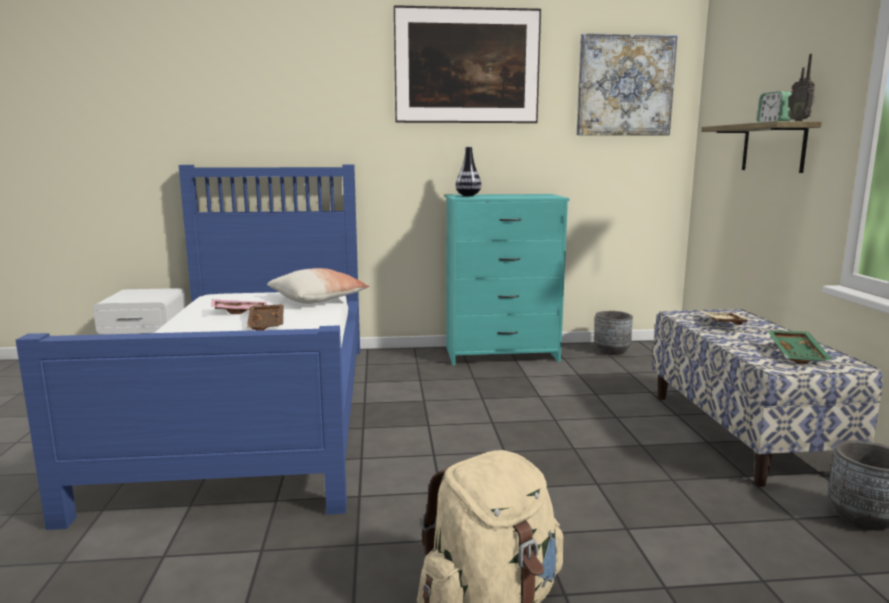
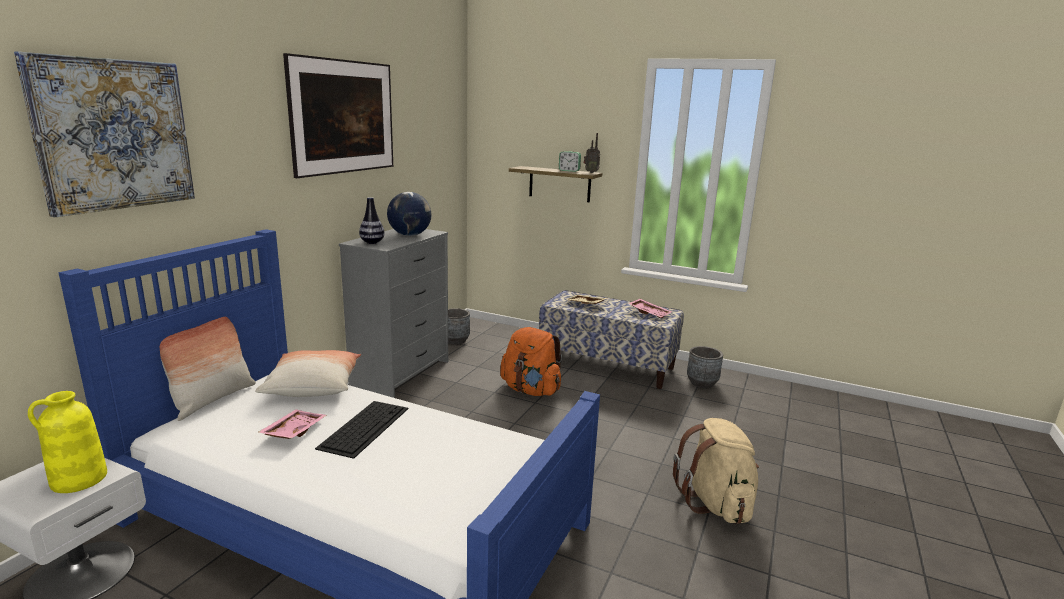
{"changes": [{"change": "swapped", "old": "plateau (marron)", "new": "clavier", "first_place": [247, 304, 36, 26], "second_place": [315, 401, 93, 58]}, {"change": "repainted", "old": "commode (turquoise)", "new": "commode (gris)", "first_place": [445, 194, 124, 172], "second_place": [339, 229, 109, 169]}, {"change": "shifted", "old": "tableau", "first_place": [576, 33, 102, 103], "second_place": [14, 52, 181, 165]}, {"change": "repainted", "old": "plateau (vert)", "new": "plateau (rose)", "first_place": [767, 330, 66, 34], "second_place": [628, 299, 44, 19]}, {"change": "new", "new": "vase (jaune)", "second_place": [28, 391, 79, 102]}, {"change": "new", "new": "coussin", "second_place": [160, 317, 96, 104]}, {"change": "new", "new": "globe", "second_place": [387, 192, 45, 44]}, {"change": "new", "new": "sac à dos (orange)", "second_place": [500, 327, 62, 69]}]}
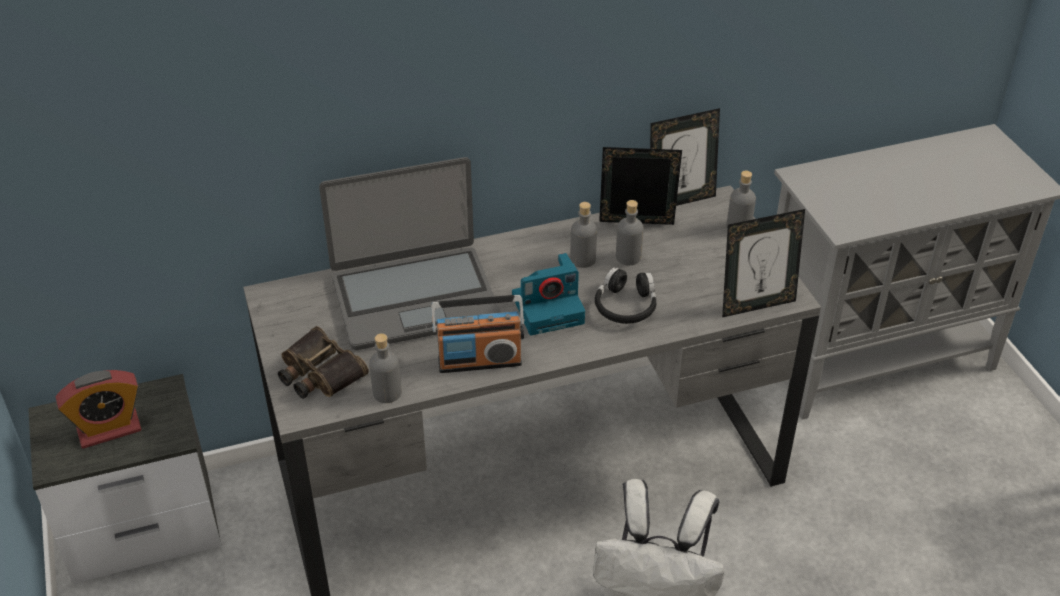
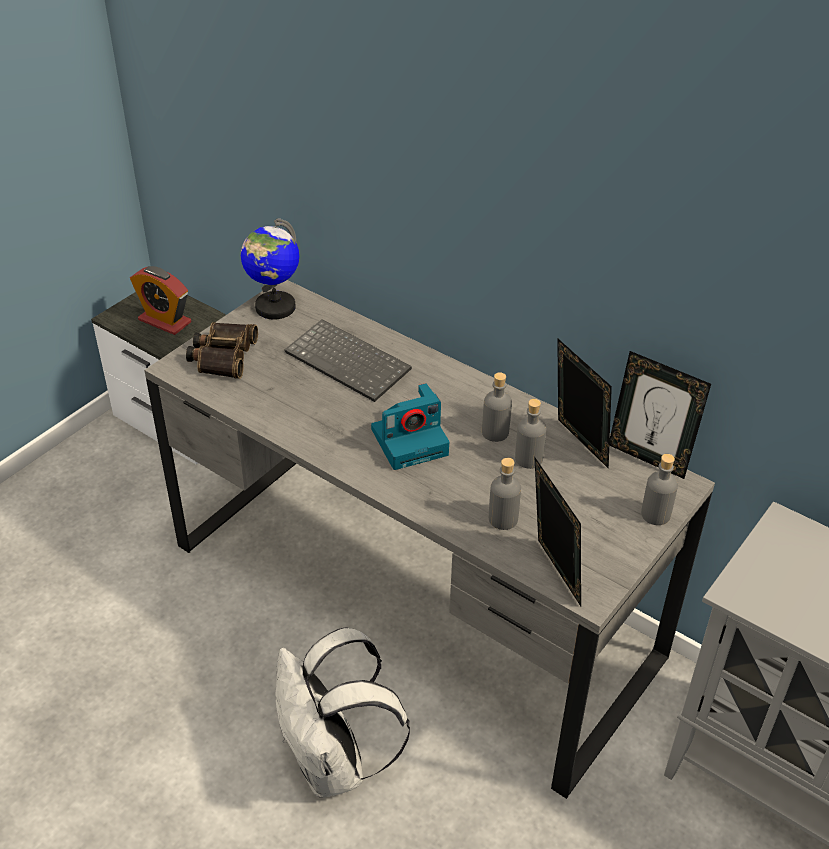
{"changes": [{"change": "swapped", "old": "ordinateur portable", "new": "clavier", "first_place": [319, 157, 182, 193], "second_place": [284, 319, 128, 83]}, {"change": "shifted", "old": "bouteille (gris)", "first_place": [369, 333, 33, 70], "second_place": [489, 458, 32, 72]}, {"change": "gone", "old": "radio", "first_place": [431, 295, 94, 78]}, {"change": "rotated", "old": "appareil photo", "first_place": [512, 253, 73, 82], "second_place": [371, 383, 78, 87], "degrees": -60}, {"change": "gone", "old": "casque audio (noir)", "first_place": [595, 267, 61, 57]}, {"change": "rotated", "old": "cadre photo", "first_place": [722, 209, 83, 108], "second_place": [535, 458, 46, 148], "degrees": -150}, {"change": "new", "new": "globe", "second_place": [241, 218, 58, 101]}]}
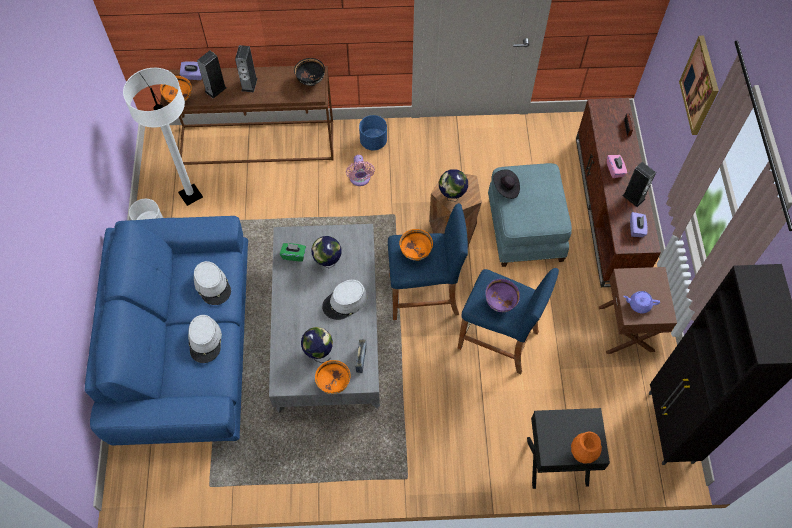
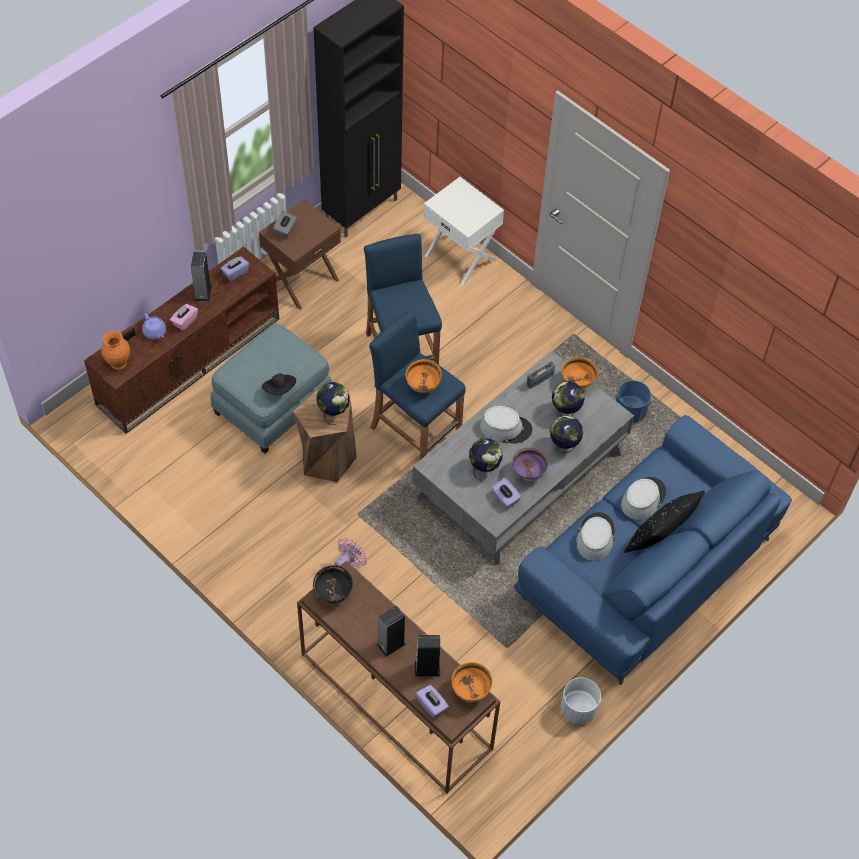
{"changes": [{"change": "gone", "old": "lampadaire (blanc)", "first_place": [123, 68, 80, 138]}, {"change": "repainted", "old": "boîte à mouchoirs (vert)", "new": "boîte à mouchoirs (violet)", "first_place": [280, 243, 26, 19], "second_place": [492, 478, 29, 31]}, {"change": "shifted", "old": "cache-pot (bleu)", "first_place": [359, 115, 28, 35], "second_place": [616, 380, 35, 43]}, {"change": "shifted", "old": "bol (violet)", "first_place": [485, 279, 35, 33], "second_place": [512, 447, 36, 34]}, {"change": "repainted", "old": "table de chevet (noir)", "new": "table de chevet (blanc)", "first_place": [527, 408, 83, 81], "second_place": [424, 177, 80, 109]}, {"change": "shifted", "old": "vase (orange)", "first_place": [571, 431, 31, 33], "second_place": [101, 331, 29, 39]}, {"change": "shifted", "old": "théière (violet)", "first_place": [623, 291, 37, 22], "second_place": [142, 313, 24, 26]}, {"change": "gone", "old": "tableau", "first_place": [679, 36, 40, 99]}, {"change": "new", "new": "boîte à mouchoirs (gris)", "second_place": [273, 211, 24, 27]}, {"change": "new", "new": "globe", "second_place": [550, 416, 33, 37]}, {"change": "new", "new": "coussin (noir)", "second_place": [624, 491, 81, 62]}]}
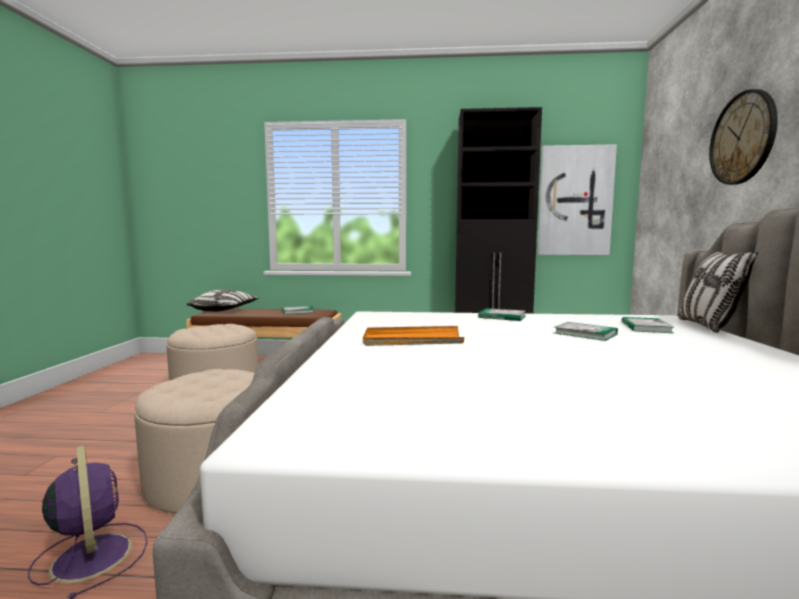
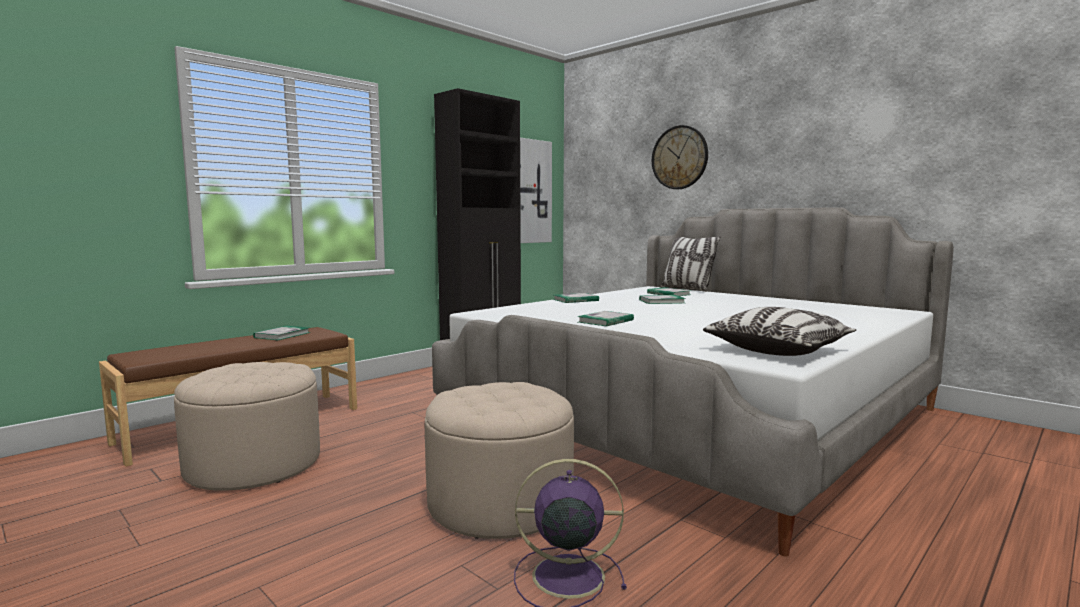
{"changes": [{"change": "shifted", "old": "coussin", "first_place": [186, 290, 73, 21], "second_place": [703, 307, 153, 49]}, {"change": "swapped", "old": "plateau (orange)", "new": "livre", "first_place": [363, 326, 101, 20], "second_place": [577, 311, 57, 15]}]}
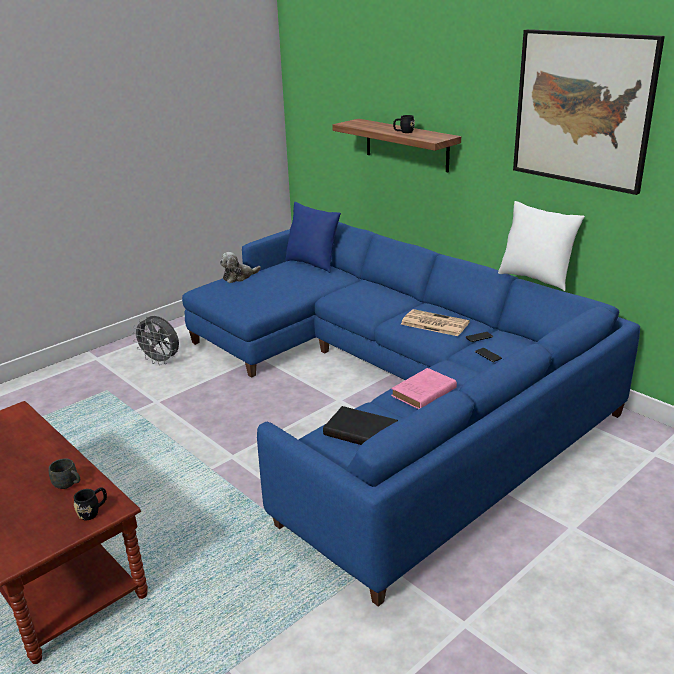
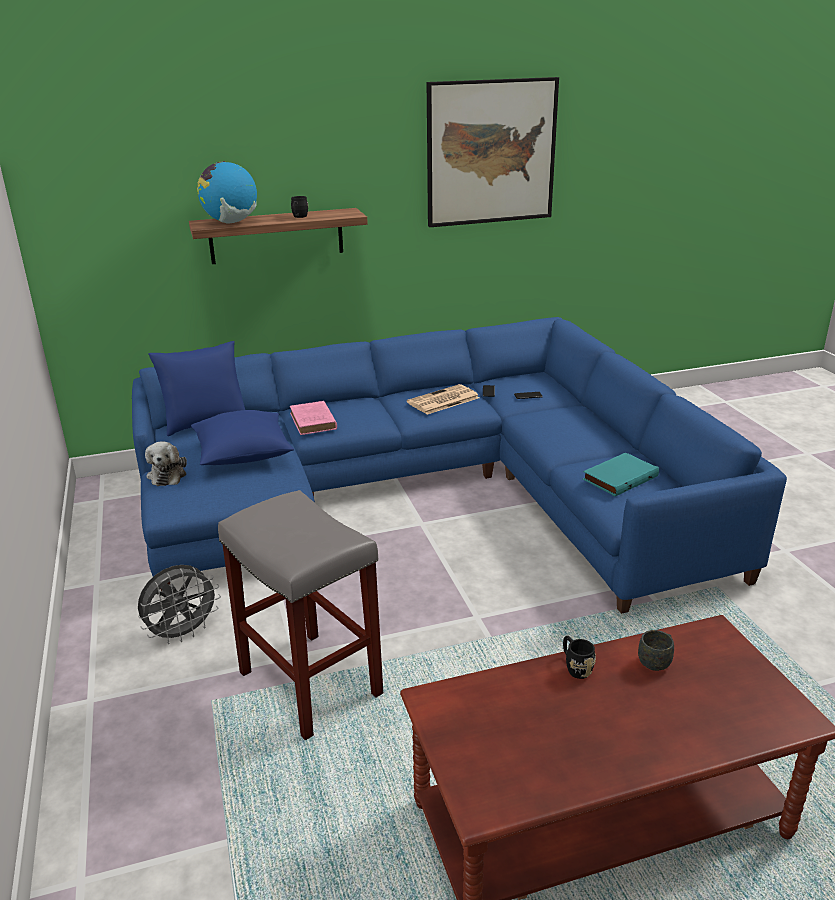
{"changes": [{"change": "shifted", "old": "mug (noir)", "first_place": [74, 487, 33, 33], "second_place": [563, 636, 33, 43]}, {"change": "repainted", "old": "livre (noir)", "new": "livre (turquoise)", "first_place": [323, 406, 75, 39], "second_place": [583, 453, 76, 43]}, {"change": "shifted", "old": "livre (rose)", "first_place": [391, 368, 66, 41], "second_place": [290, 401, 47, 34]}, {"change": "gone", "old": "coussin (blanc)", "first_place": [498, 201, 87, 90]}, {"change": "new", "new": "coussin (bleu)", "second_place": [191, 410, 103, 55]}, {"change": "new", "new": "globe", "second_place": [197, 161, 60, 63]}, {"change": "new", "new": "tabouret (gris)", "second_place": [218, 490, 165, 251]}]}
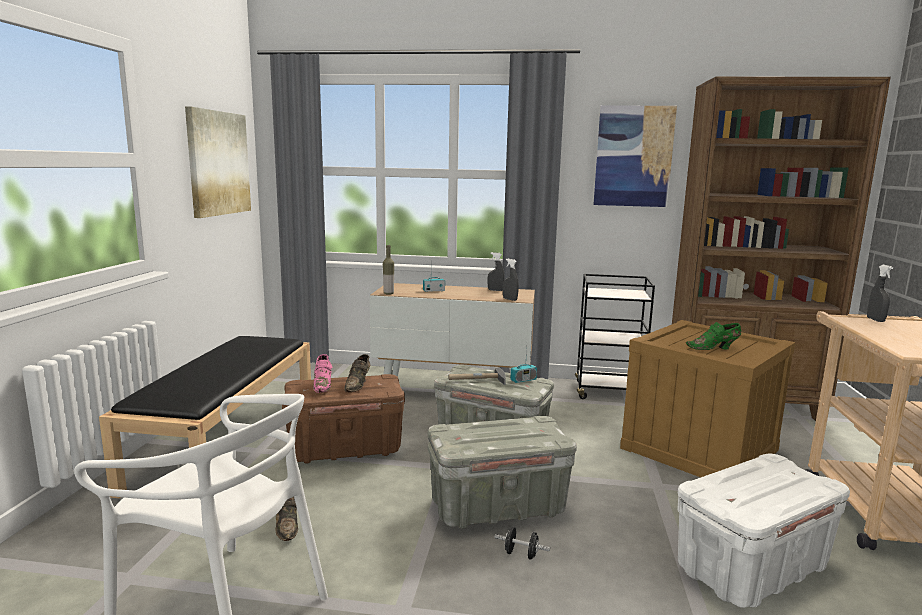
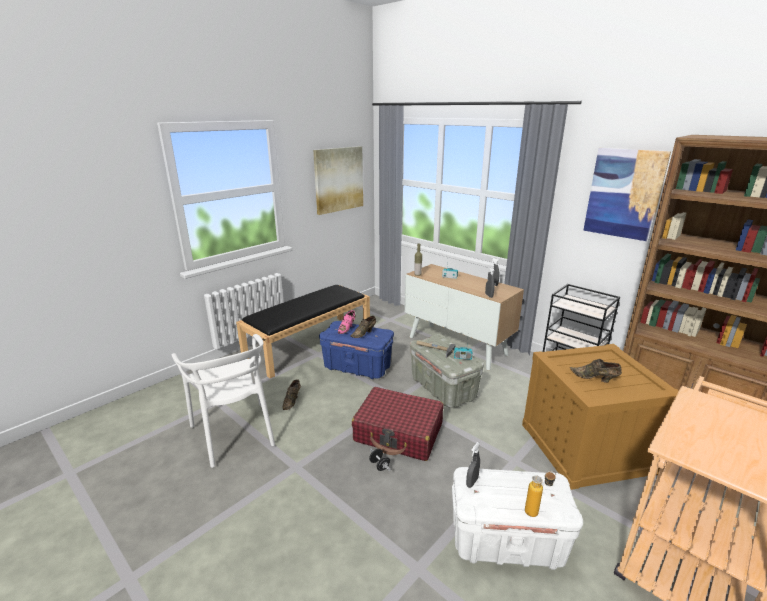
{"changes": [{"change": "repainted", "old": "boîte de rangement (marron)", "new": "boîte de rangement (bleu)", "first_place": [282, 374, 123, 90], "second_place": [319, 321, 75, 58]}, {"change": "swapped", "old": "boîte de rangement (gris)", "new": "valise (rouge)", "first_place": [428, 416, 149, 113], "second_place": [352, 387, 92, 74]}, {"change": "repainted", "old": "chaussure (vert)", "new": "chaussure (marron)", "first_place": [686, 322, 55, 28], "second_place": [570, 359, 52, 24]}, {"change": "shifted", "old": "vaporisateur (gris)", "first_place": [867, 265, 26, 57], "second_place": [466, 442, 14, 46]}, {"change": "new", "new": "bouteille", "second_place": [525, 471, 31, 46]}]}
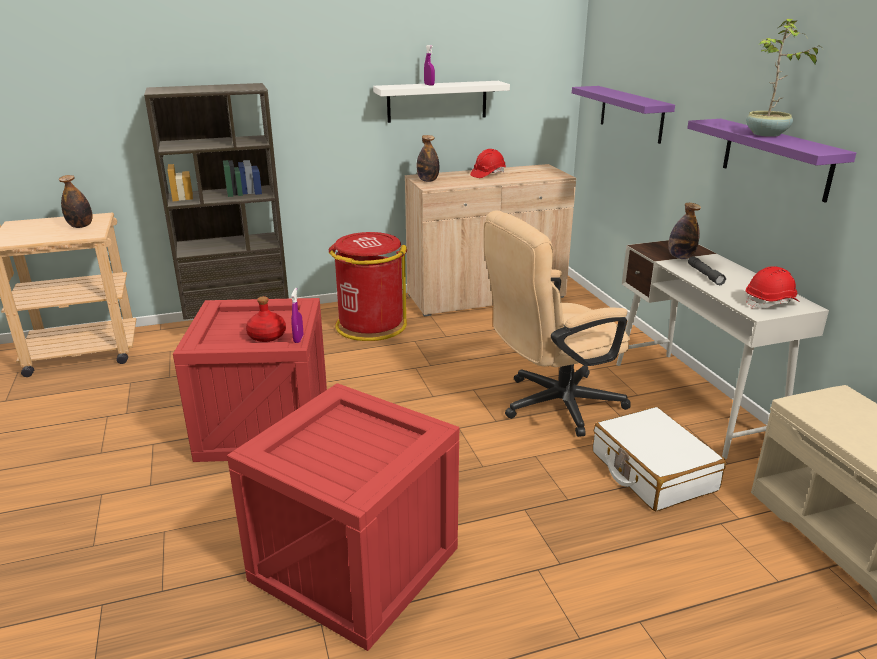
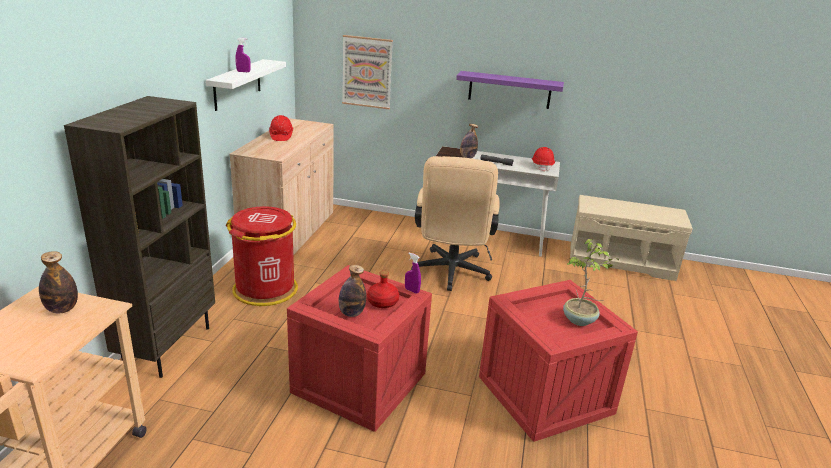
{"changes": [{"change": "shifted", "old": "bouteille", "first_place": [417, 135, 22, 47], "second_place": [339, 265, 27, 52]}, {"change": "swapped", "old": "étagère (violet)", "new": "tableau", "first_place": [572, 86, 103, 58], "second_place": [342, 35, 51, 74]}, {"change": "gone", "old": "valise (blanc)", "first_place": [593, 407, 133, 104]}, {"change": "shifted", "old": "plante en pot", "first_place": [746, 18, 75, 119], "second_place": [563, 239, 56, 87]}]}
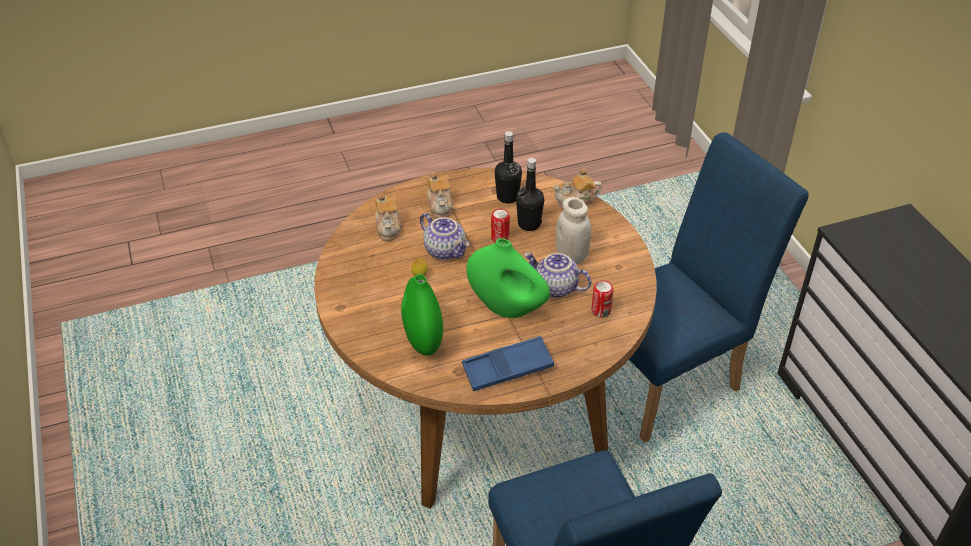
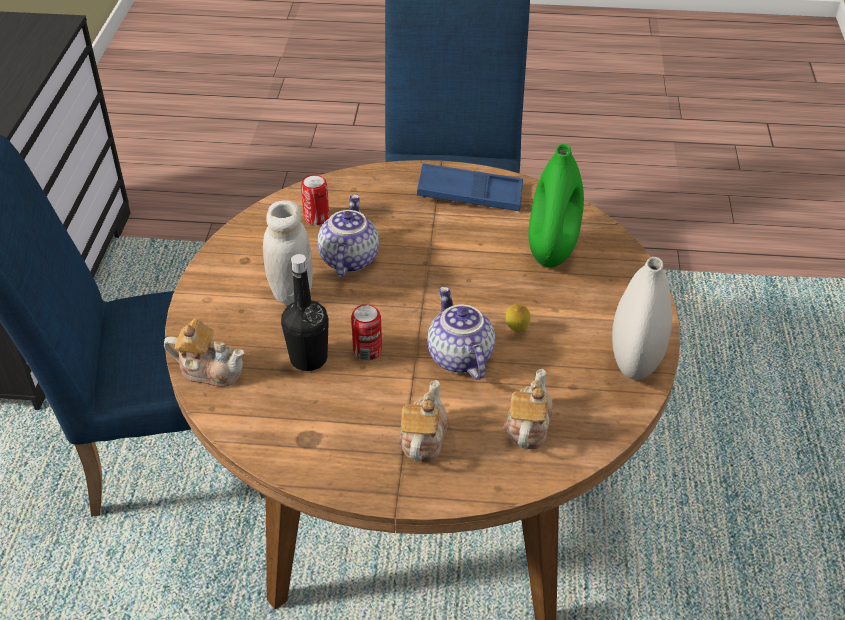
{"changes": [{"change": "gone", "old": "vase (vert)", "first_place": [466, 238, 84, 80]}, {"change": "gone", "old": "bouteille (noir)", "first_place": [495, 131, 27, 73]}, {"change": "rotated", "old": "théière", "first_place": [524, 252, 67, 46], "second_place": [318, 194, 61, 83], "degrees": -135}, {"change": "new", "new": "vase (blanc)", "second_place": [612, 257, 60, 123]}]}
